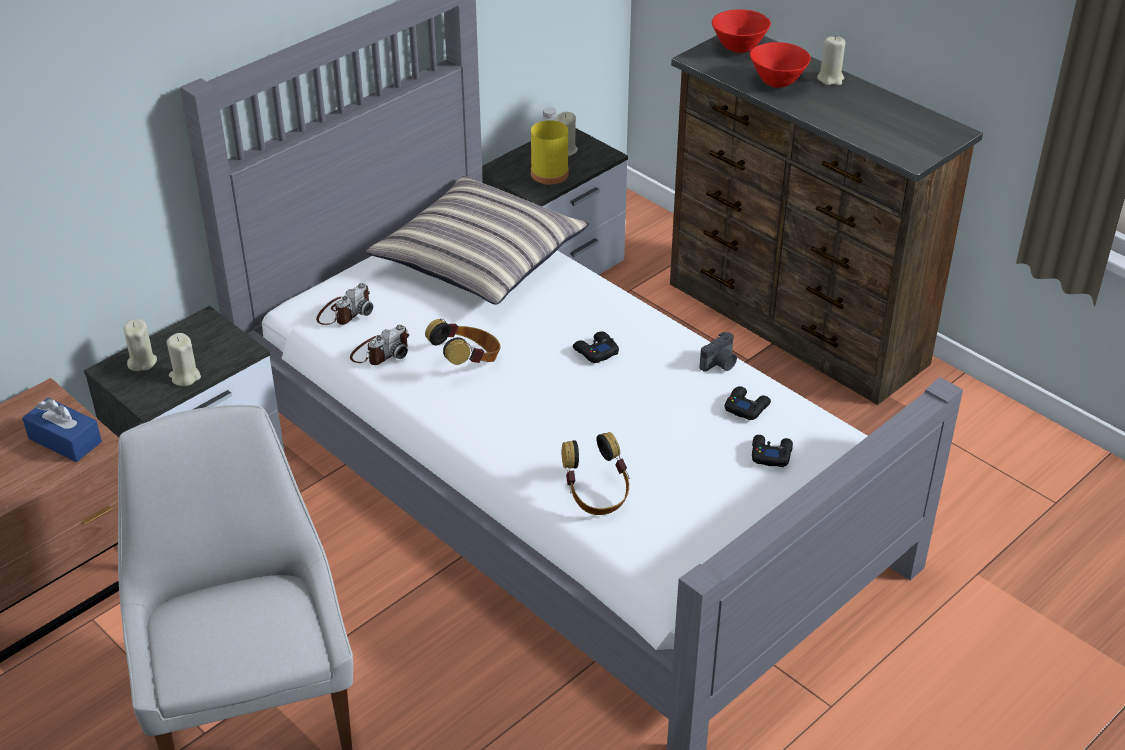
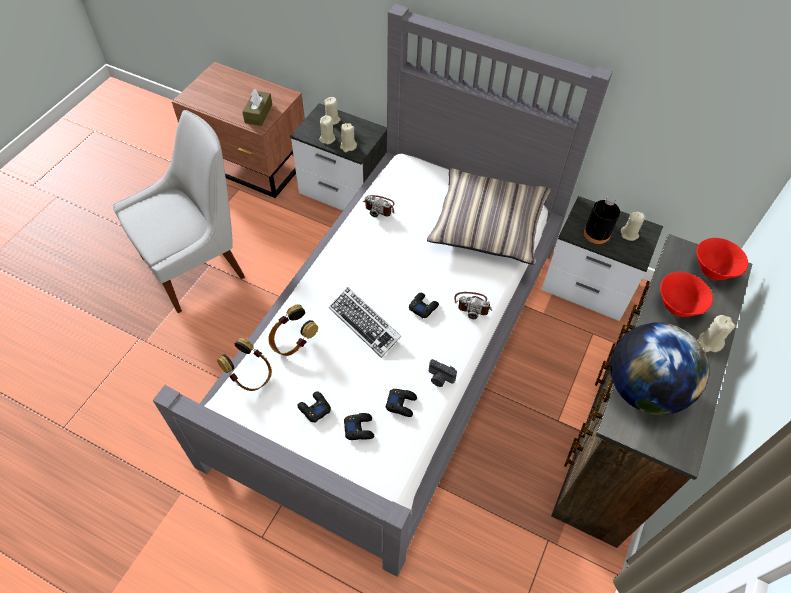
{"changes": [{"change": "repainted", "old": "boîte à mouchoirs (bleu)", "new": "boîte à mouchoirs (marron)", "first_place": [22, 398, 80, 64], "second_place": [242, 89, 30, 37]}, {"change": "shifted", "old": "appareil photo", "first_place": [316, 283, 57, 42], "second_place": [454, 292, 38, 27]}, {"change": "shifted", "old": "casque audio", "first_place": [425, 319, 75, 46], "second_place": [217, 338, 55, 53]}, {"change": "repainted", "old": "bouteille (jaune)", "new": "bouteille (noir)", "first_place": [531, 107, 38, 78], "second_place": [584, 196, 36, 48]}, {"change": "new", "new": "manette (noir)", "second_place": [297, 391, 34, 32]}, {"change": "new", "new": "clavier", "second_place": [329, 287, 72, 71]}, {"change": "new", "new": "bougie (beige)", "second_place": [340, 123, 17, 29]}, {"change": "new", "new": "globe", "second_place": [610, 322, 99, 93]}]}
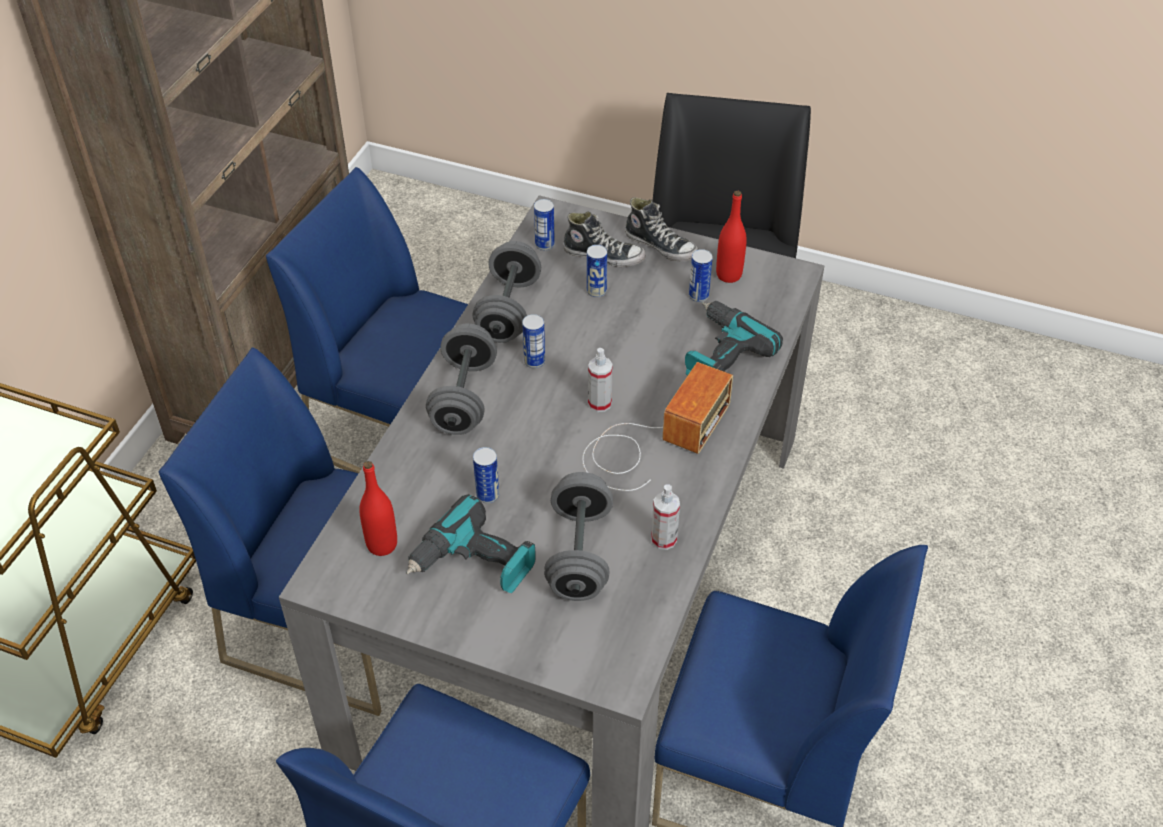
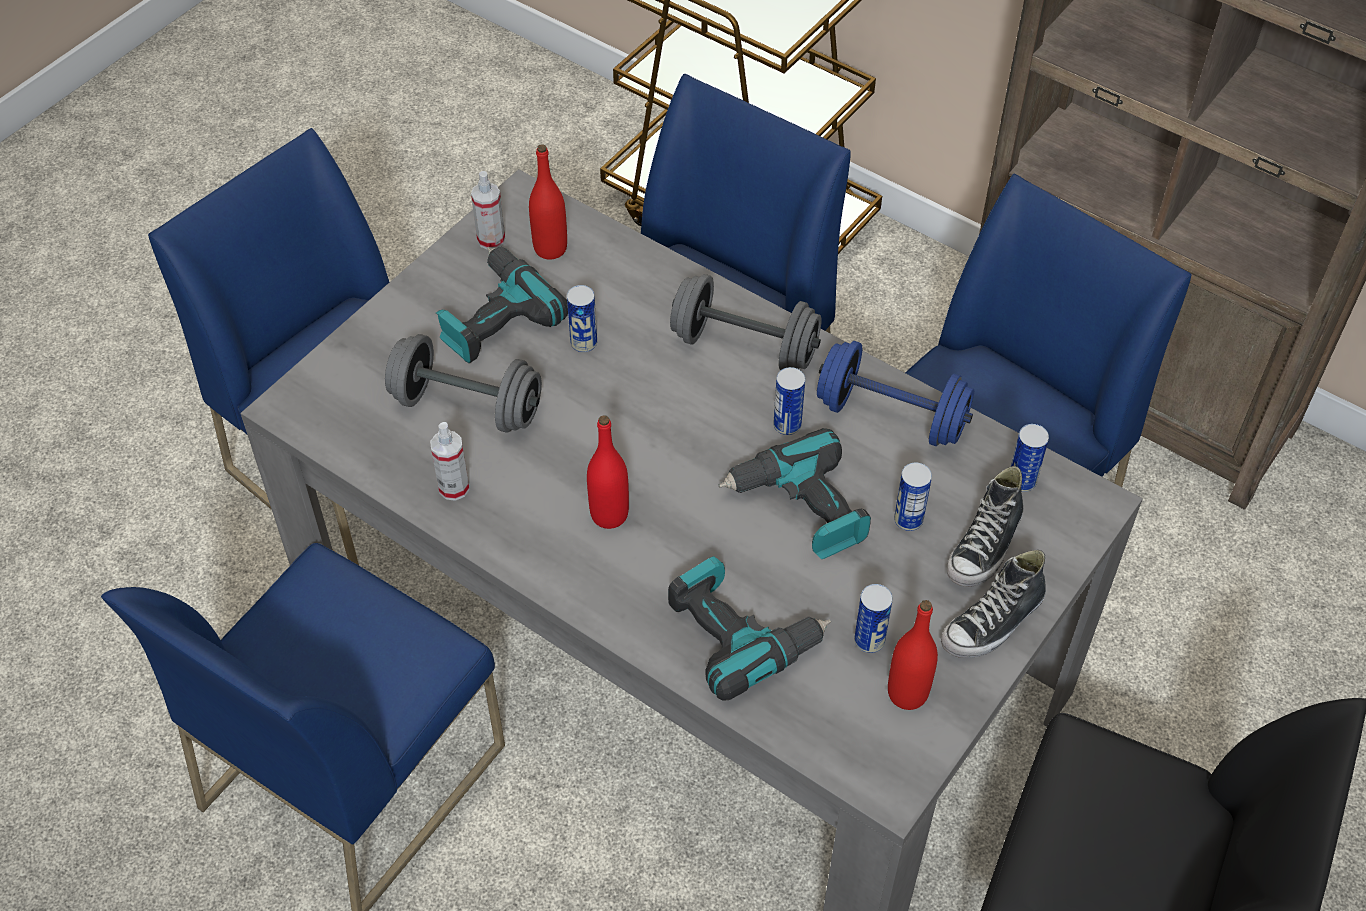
{"changes": [{"change": "repainted", "old": "haltère (gris)", "new": "haltère (bleu)", "first_place": [473, 241, 68, 102], "second_place": [817, 341, 157, 105]}, {"change": "swapped", "old": "radio", "new": "bouteille (rouge)", "first_place": [582, 362, 151, 129], "second_place": [587, 415, 42, 114]}, {"change": "shifted", "old": "vaporisateur", "first_place": [588, 348, 25, 64], "second_place": [471, 171, 34, 79]}, {"change": "new", "new": "perceuse", "second_place": [719, 428, 152, 131]}]}
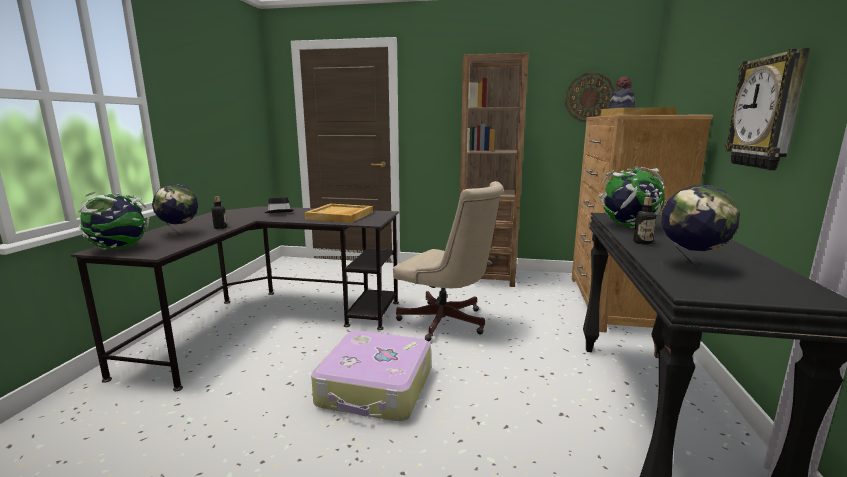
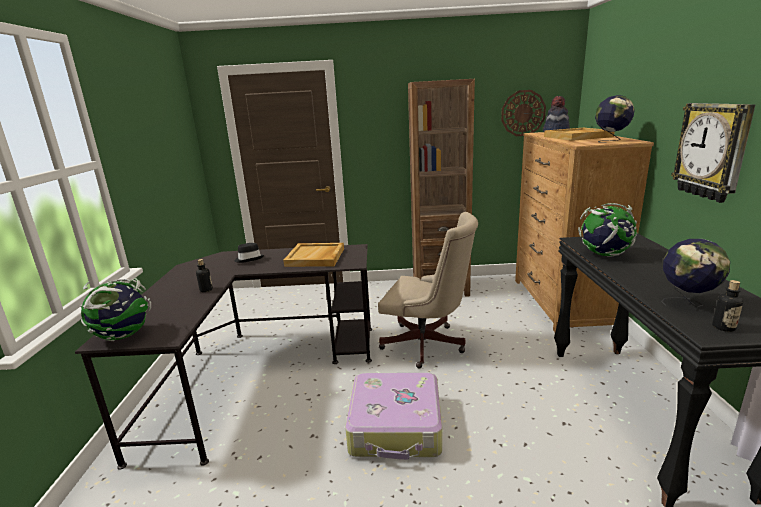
{"changes": [{"change": "shifted", "old": "globe", "first_place": [152, 184, 46, 53], "second_place": [595, 95, 40, 48]}, {"change": "shifted", "old": "bouteille", "first_place": [633, 197, 23, 48], "second_place": [712, 280, 31, 52]}]}
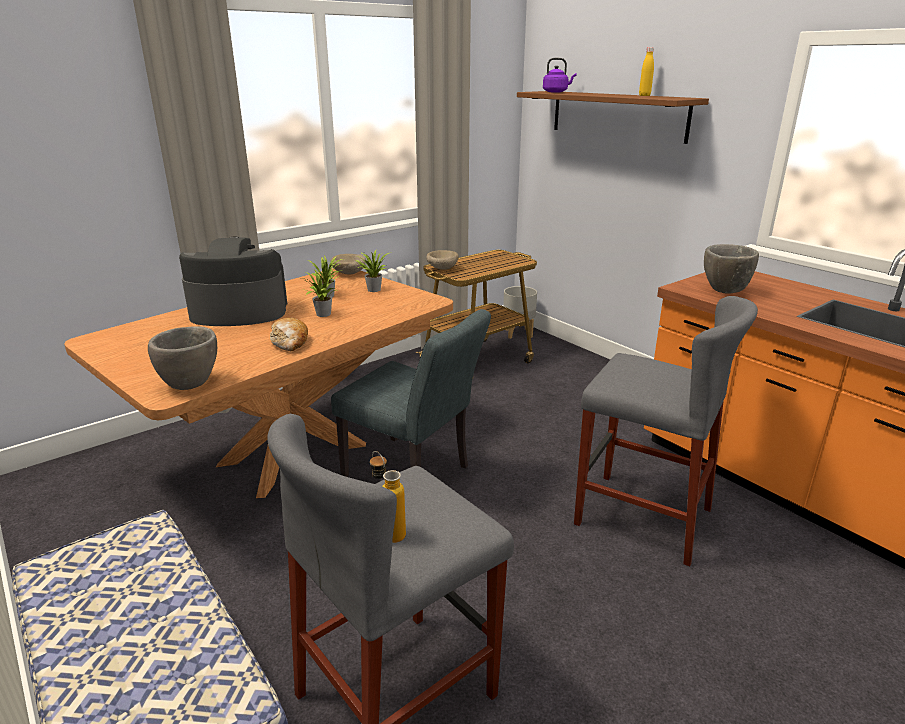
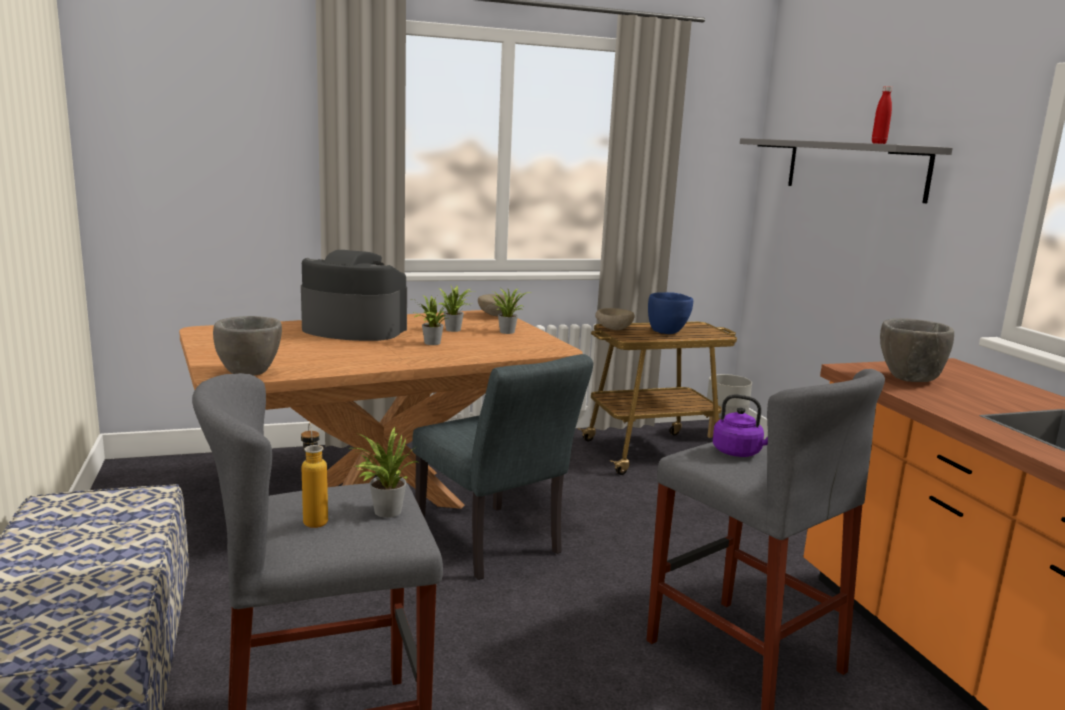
{"changes": [{"change": "gone", "old": "pain", "first_place": [270, 318, 38, 33]}, {"change": "repainted", "old": "étagère (marron)", "new": "étagère (gris)", "first_place": [517, 91, 192, 53], "second_place": [740, 138, 213, 65]}, {"change": "shifted", "old": "bouilloire (violet)", "first_place": [543, 58, 34, 34], "second_place": [713, 394, 55, 63]}, {"change": "repainted", "old": "bouteille (jaune)", "new": "bouteille (rouge)", "first_place": [639, 47, 15, 49], "second_place": [872, 86, 20, 58]}, {"change": "new", "new": "plante en pot", "second_place": [352, 427, 68, 91]}, {"change": "new", "new": "bol (bleu)", "second_place": [648, 292, 45, 42]}]}
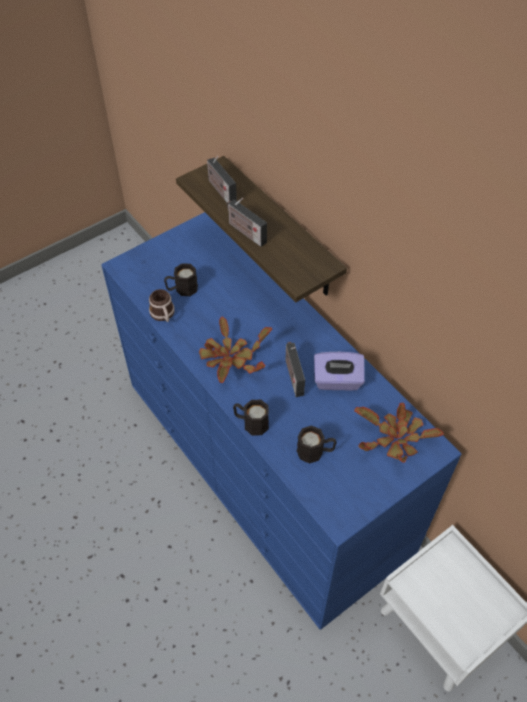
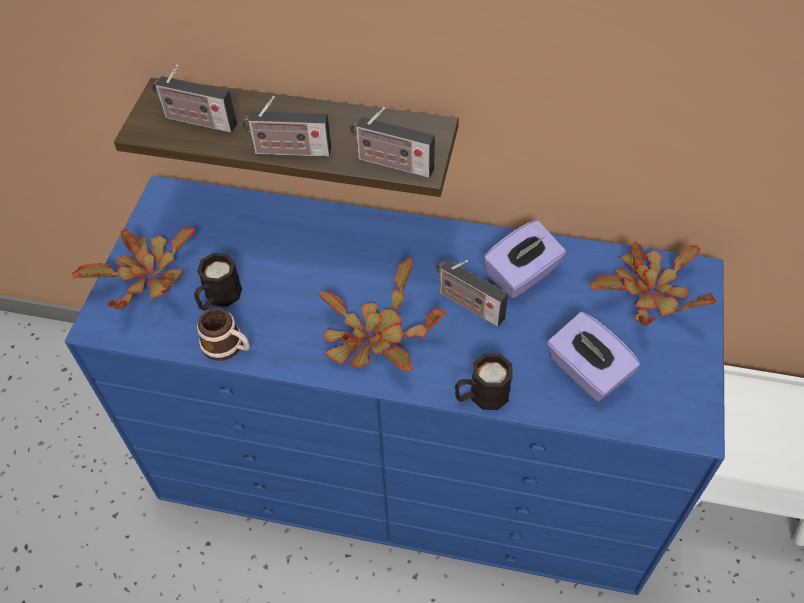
{"changes": [{"change": "swapped", "old": "mug (noir)", "new": "boîte à mouchoirs (violet)", "first_place": [297, 425, 40, 39], "second_place": [547, 312, 93, 89]}, {"change": "new", "new": "plante en pot", "second_place": [72, 227, 124, 82]}, {"change": "new", "new": "radio", "second_place": [350, 107, 85, 71]}]}
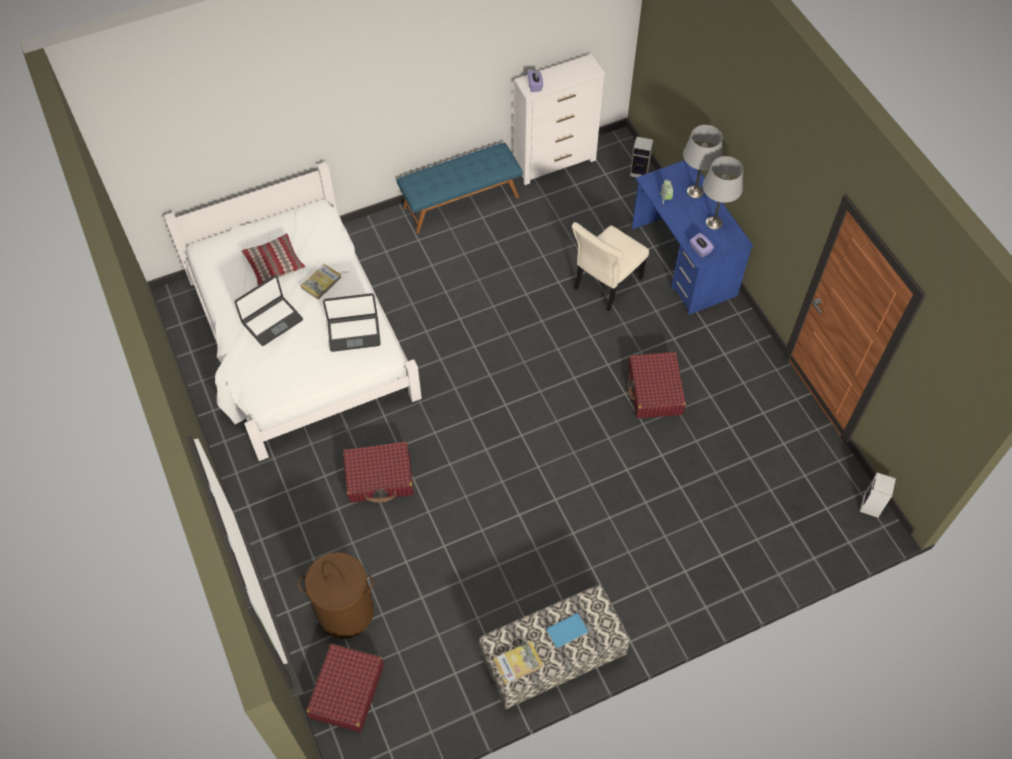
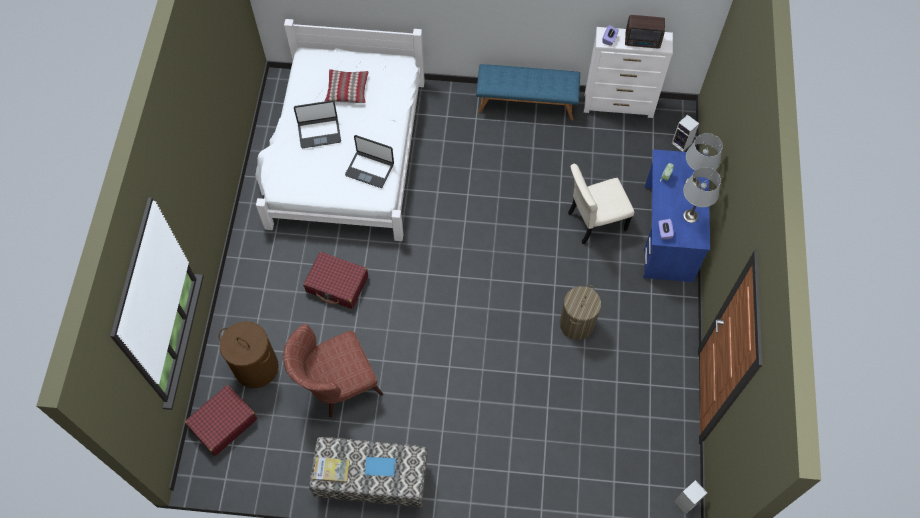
{"changes": [{"change": "gone", "old": "livre", "first_place": [301, 264, 41, 36]}, {"change": "swapped", "old": "valise (rouge)", "new": "panier à linge", "first_place": [628, 352, 58, 66], "second_place": [560, 285, 41, 55]}, {"change": "new", "new": "fauteuil (marron)", "second_place": [283, 324, 100, 94]}, {"change": "new", "new": "radio", "second_place": [625, 15, 40, 33]}]}
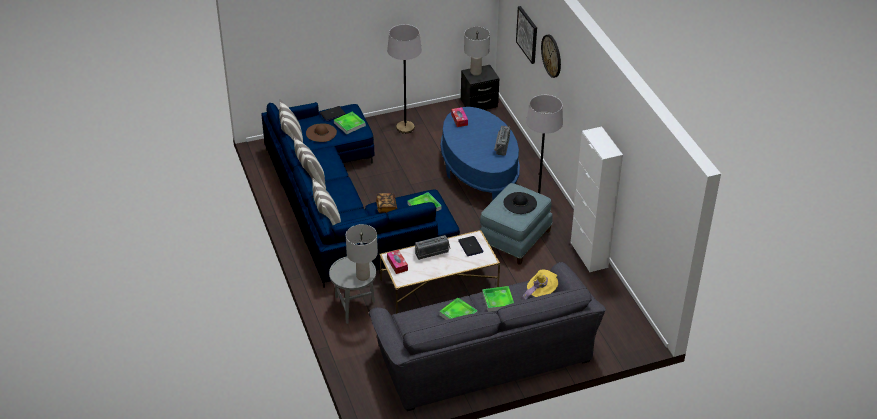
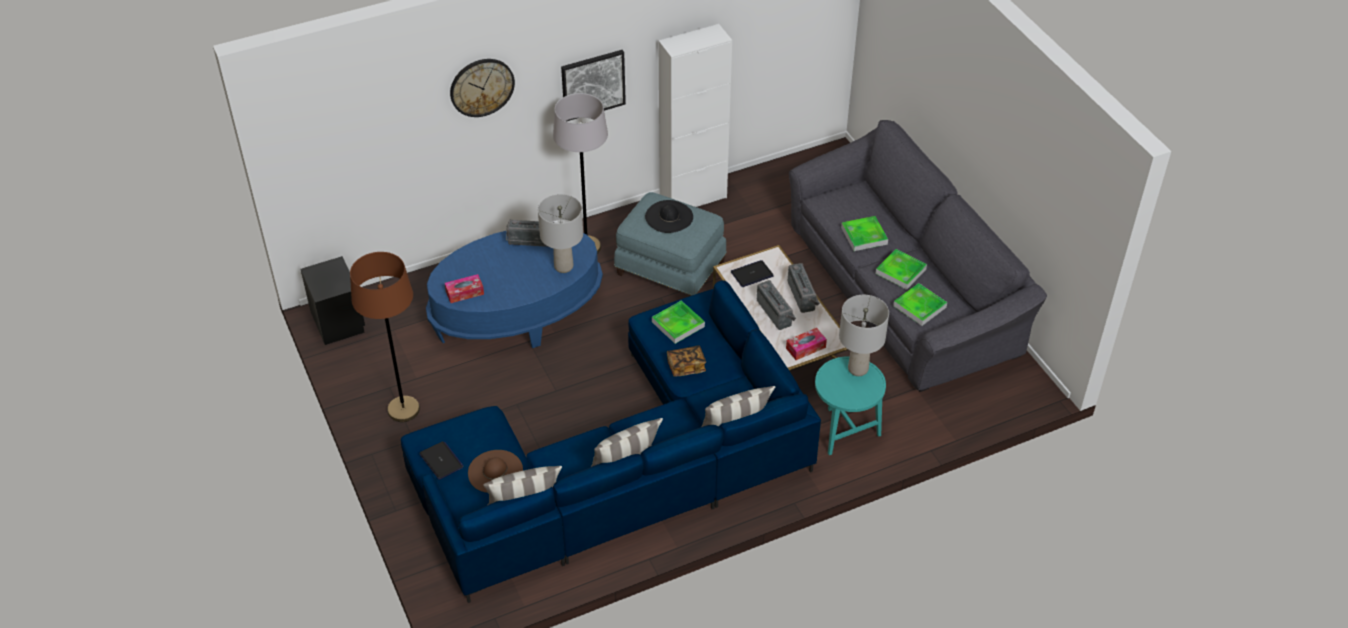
{"changes": [{"change": "repainted", "old": "table d'appoint (gris)", "new": "table d'appoint (turquoise)", "first_place": [329, 257, 47, 67], "second_place": [815, 356, 71, 99]}, {"change": "shifted", "old": "plateau", "first_place": [334, 111, 32, 23], "second_place": [893, 283, 54, 43]}, {"change": "repainted", "old": "lampadaire (gris)", "new": "lampadaire (marron)", "first_place": [387, 24, 35, 110], "second_place": [350, 252, 70, 170]}, {"change": "shifted", "old": "lampe de table (gris)", "first_place": [464, 27, 26, 49], "second_place": [538, 194, 45, 79]}, {"change": "shifted", "old": "tableau", "first_place": [516, 6, 21, 58], "second_place": [561, 50, 65, 72]}, {"change": "gone", "old": "chapeau (jaune)", "first_place": [522, 269, 36, 31]}, {"change": "new", "new": "radio", "second_place": [788, 263, 32, 50]}]}
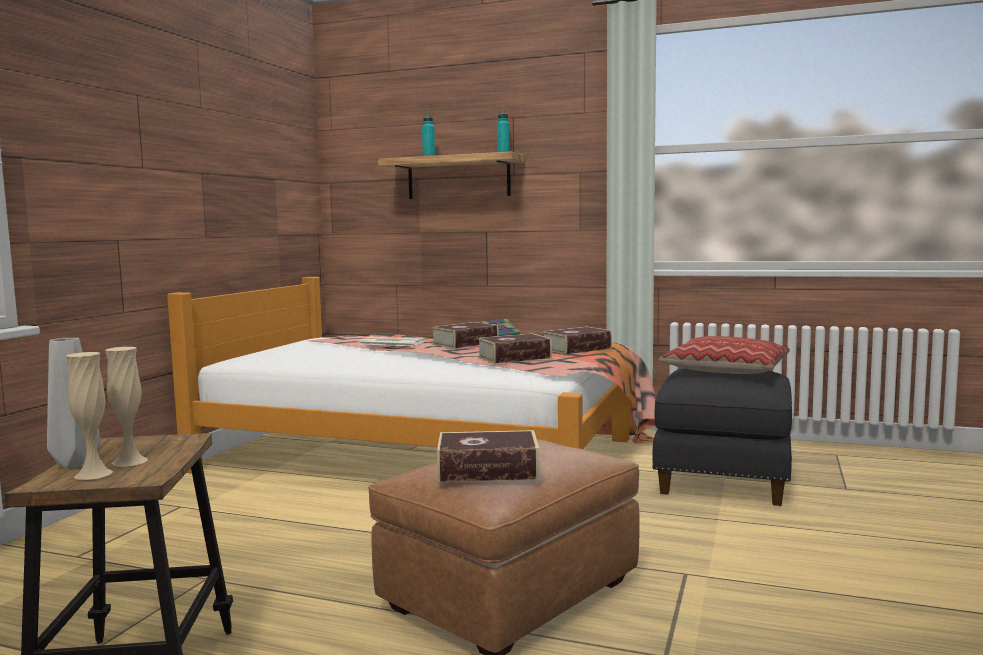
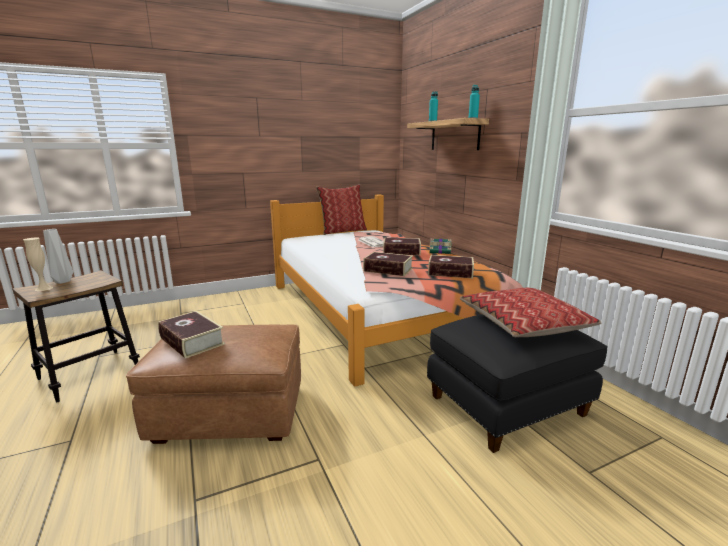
{"changes": [{"change": "gone", "old": "vase (beige)", "first_place": [105, 347, 43, 120]}, {"change": "new", "new": "coussin", "second_place": [316, 184, 51, 51]}]}
